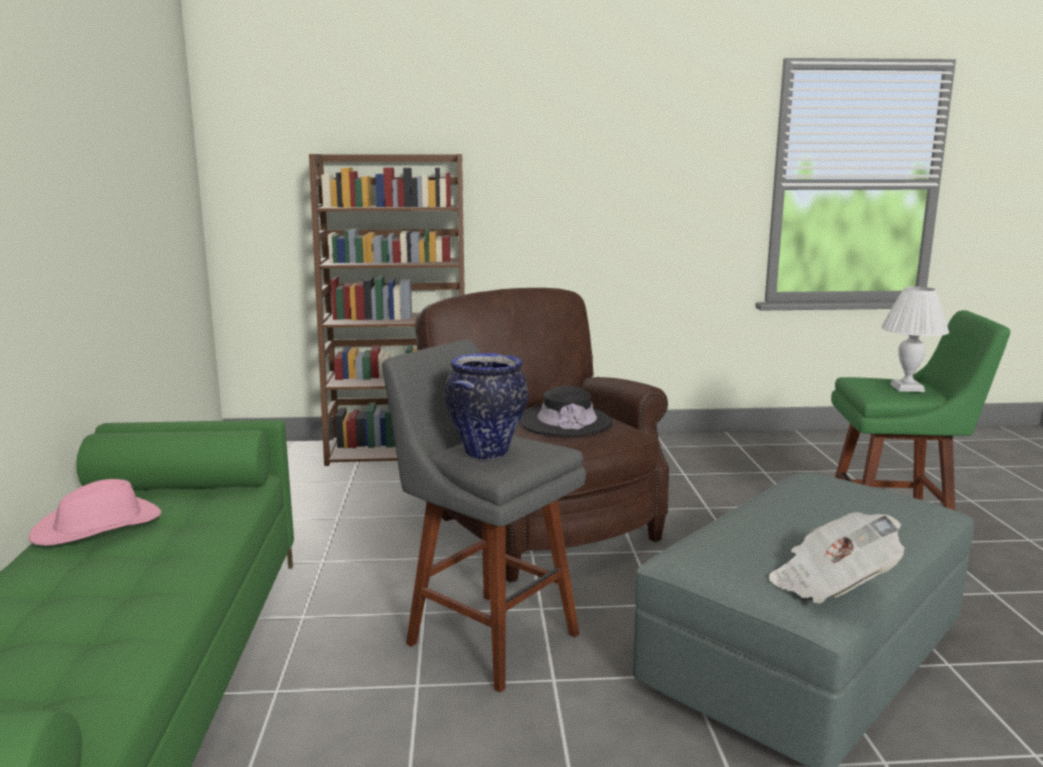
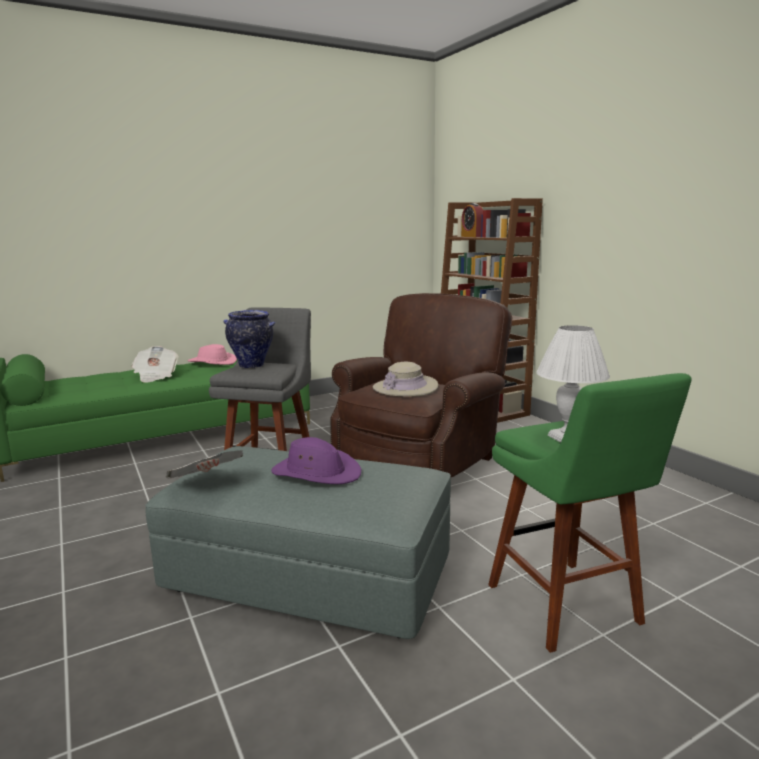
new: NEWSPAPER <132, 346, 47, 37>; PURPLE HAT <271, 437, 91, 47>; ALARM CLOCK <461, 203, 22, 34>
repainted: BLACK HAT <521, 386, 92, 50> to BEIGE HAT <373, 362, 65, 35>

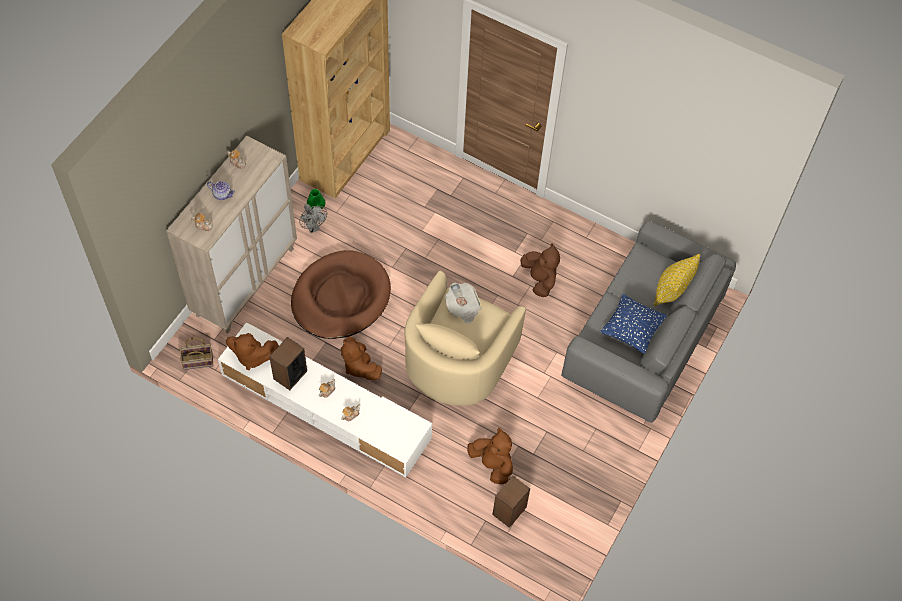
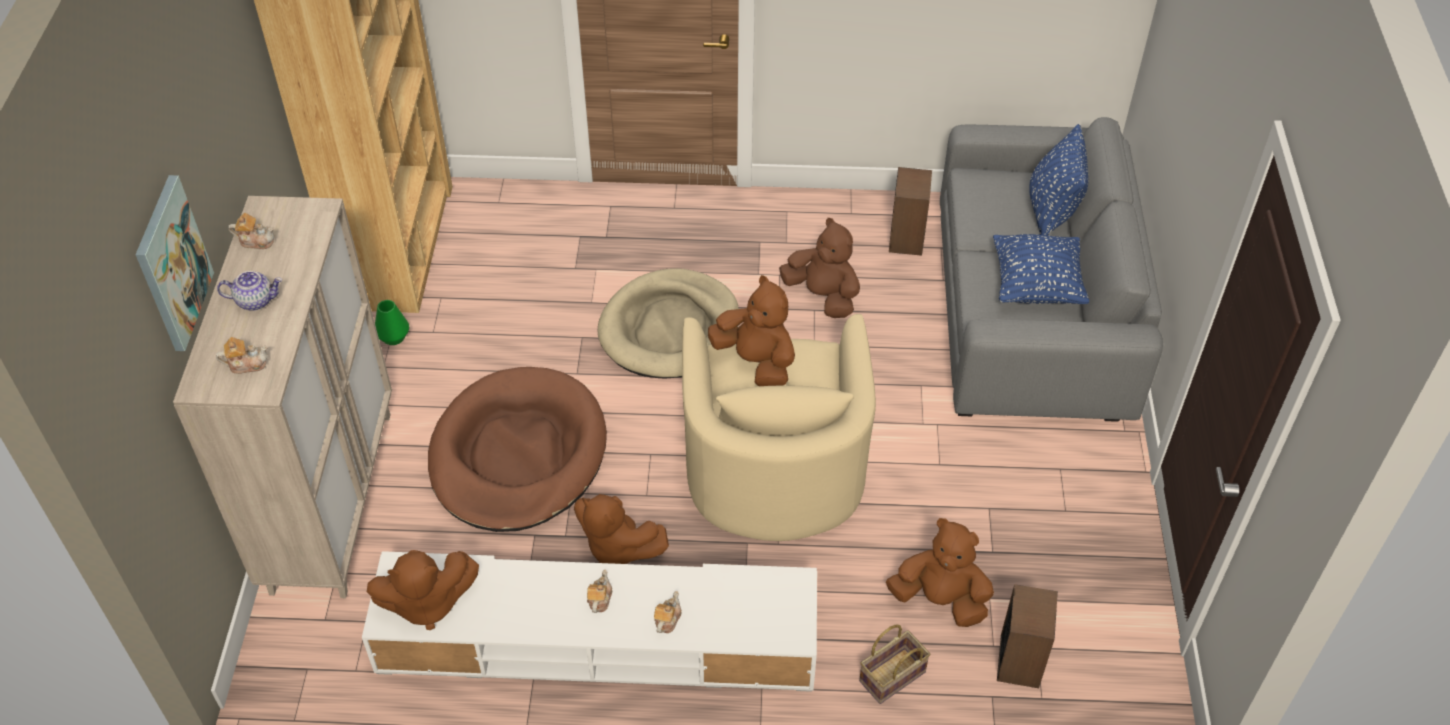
gone: GREY FAN <299, 204, 28, 29>
new: PICTURE <135, 175, 79, 176>; BEIGE DOG BED <597, 269, 142, 109>
shifted: BASKET <180, 337, 33, 33> to <859, 625, 71, 79>; SPEAKER <269, 337, 38, 53> to <889, 167, 43, 89>
swapped: NEWSPAPER <445, 283, 37, 41> to BROWN PLUSH TOY <708, 275, 87, 111>
repainted: YELLOW PILLOW <653, 254, 47, 52> to BLUE PILLOW <1029, 124, 59, 112>

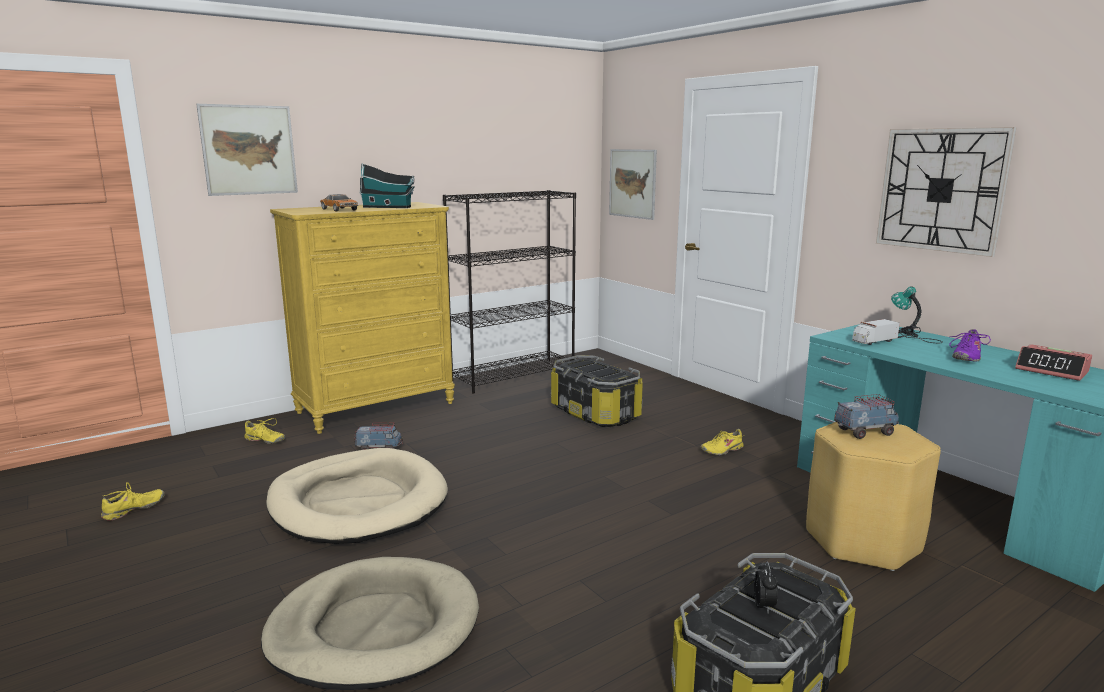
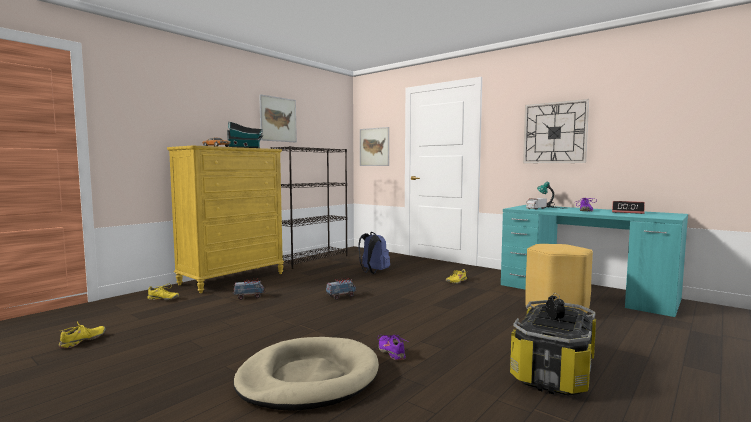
gone: BEIGE DOG BED <266, 448, 182, 96>
new: PURPLE SHOE <377, 335, 33, 25>
shifted: PICTURE <196, 104, 102, 92> to <259, 94, 38, 48>; TOY TRUCK <834, 394, 65, 45> to <326, 278, 30, 22>
swapped: STORAGE BOX <551, 355, 92, 72> to BLUE BACKPACK <358, 232, 32, 42>

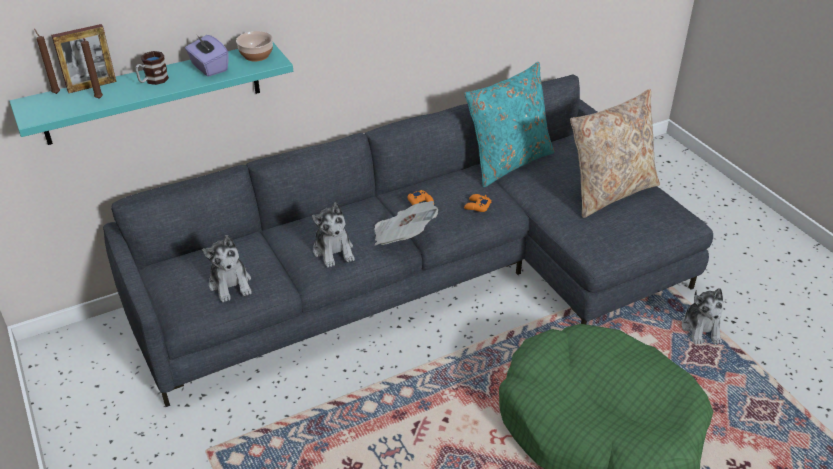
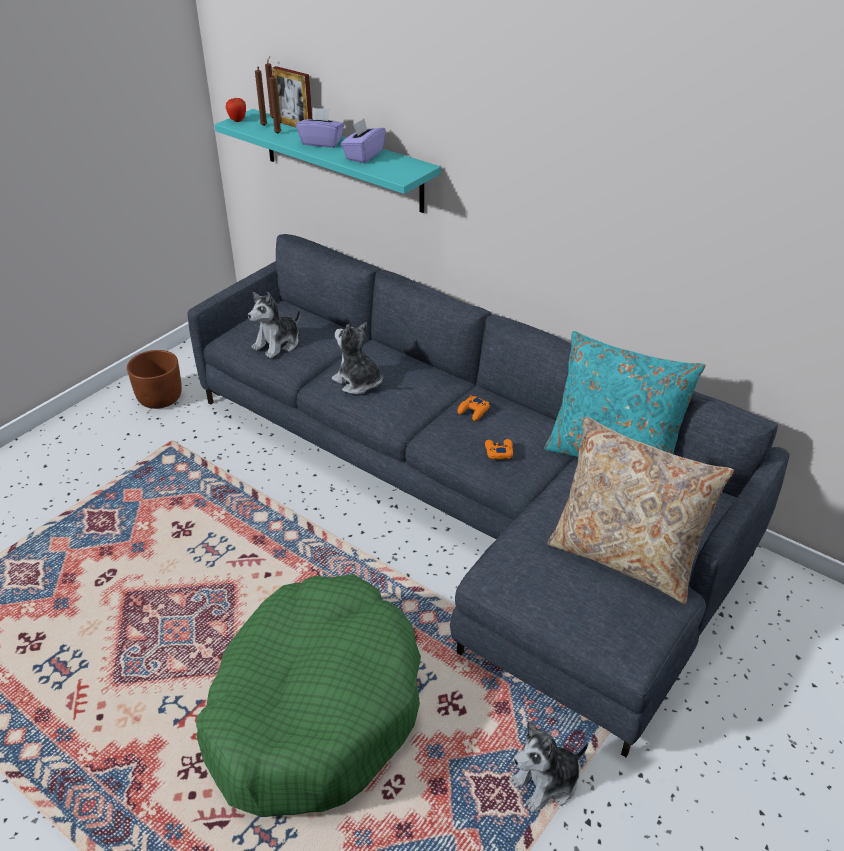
gone: BOWL <236, 31, 37, 30>; NEWSPAPER <375, 201, 63, 45>
new: BROWN PLANTER <127, 350, 55, 59>; APPLE <226, 98, 20, 24>; BROWN CANDLE <255, 66, 12, 60>
swapped: MUG <135, 51, 34, 34> to PURPLE TISSUE BOX <296, 107, 48, 41>
rotated: PLUSH TOY <312, 202, 43, 66> = <332, 322, 51, 73> 90 degrees clockwise

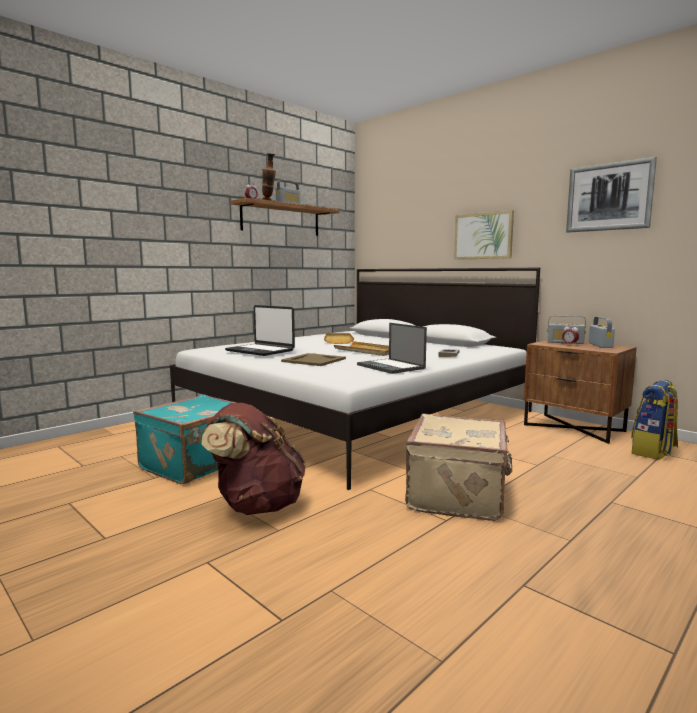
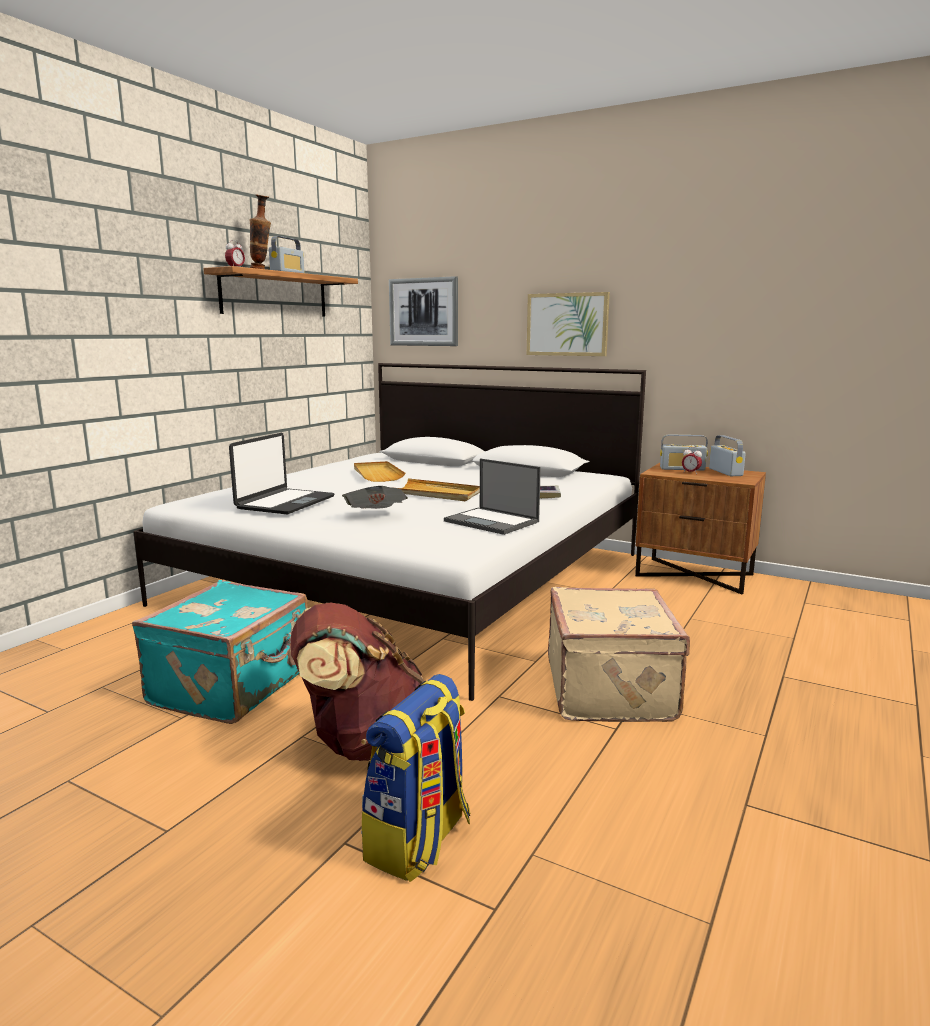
shifted: PICTURE <566, 157, 91, 76> to <389, 276, 69, 70>; BACKPACK <631, 380, 47, 80> to <361, 674, 109, 208>
swapped: BEIGE TRAY <281, 353, 65, 13> to NEWSPAPER <342, 486, 66, 23>
rotated: LAPTOP <225, 305, 70, 51> = <229, 433, 106, 82> 90 degrees counterclockwise

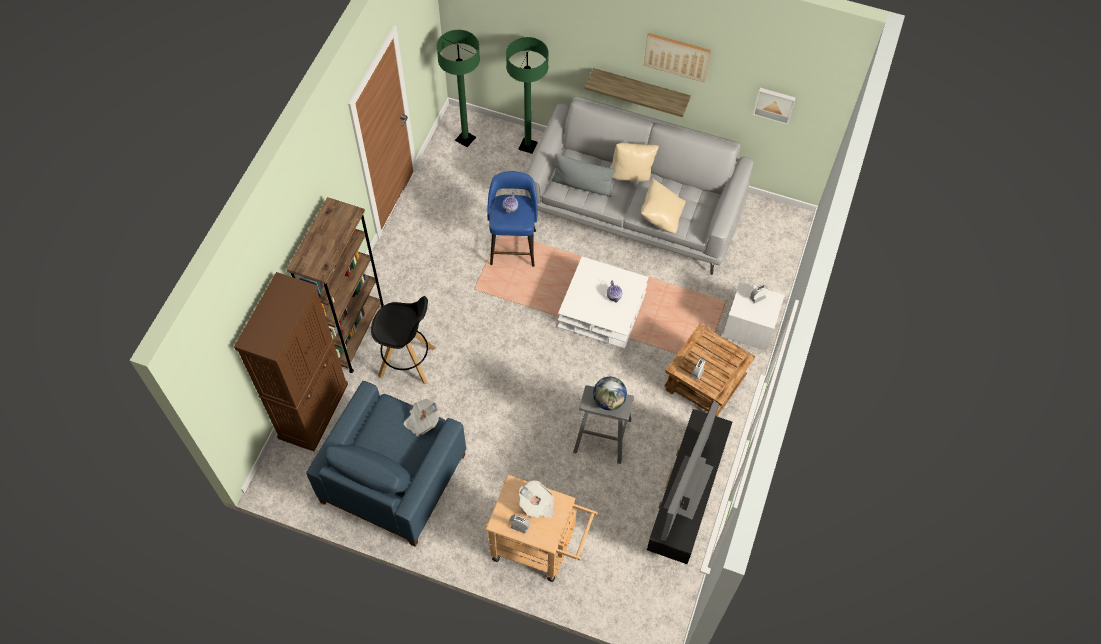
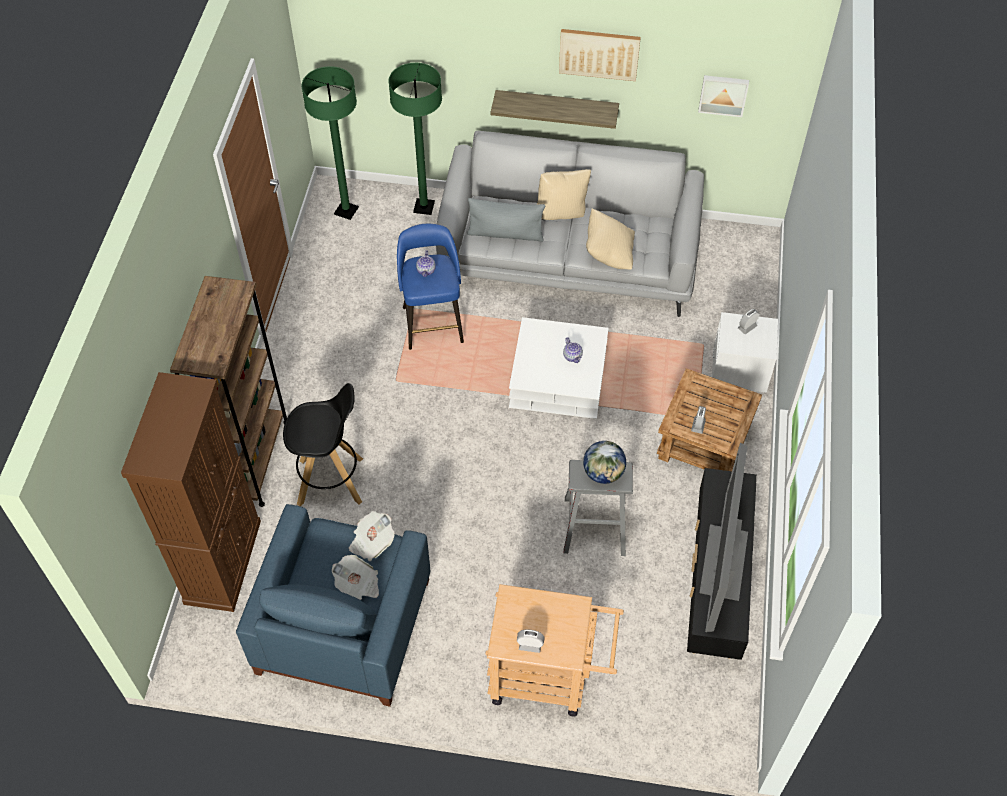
shifted: NEWSPAPER <519, 481, 36, 38> to <332, 555, 47, 45>

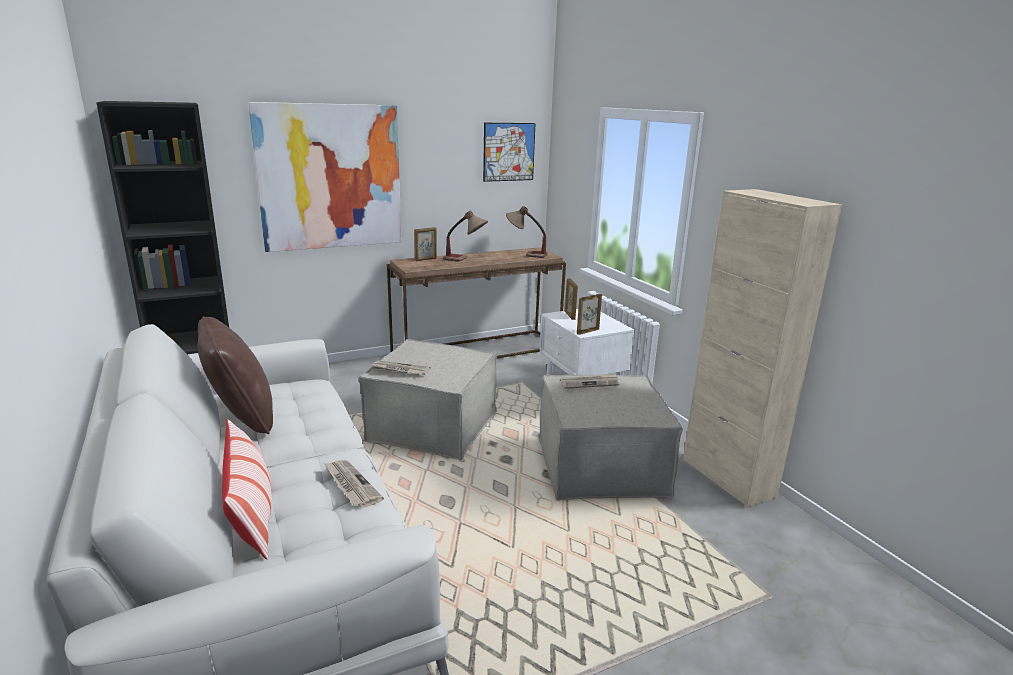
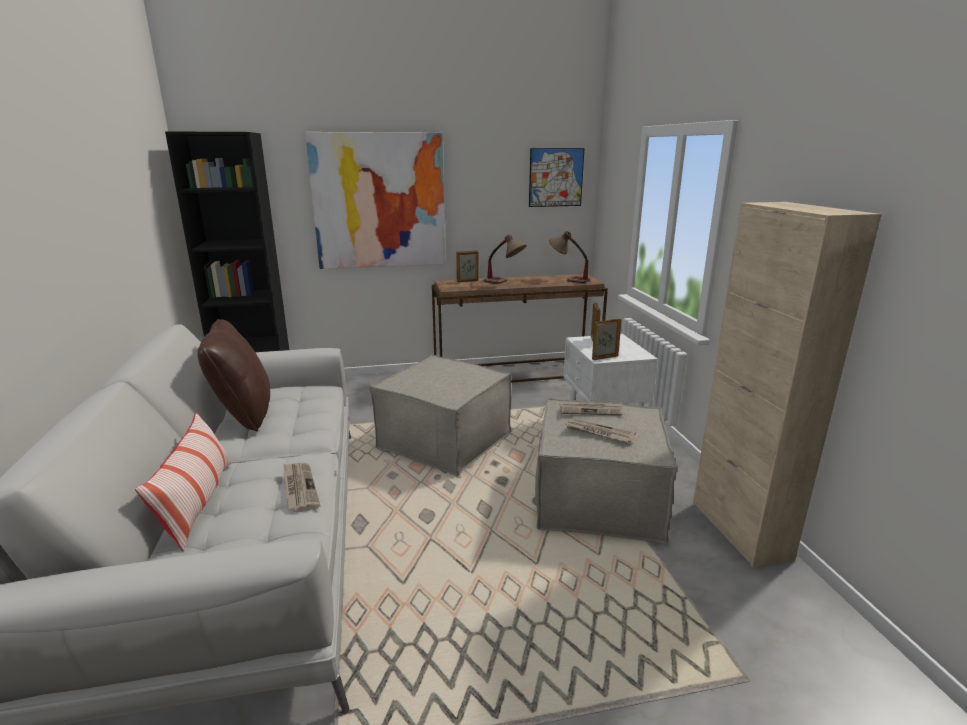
shifted: NEWSPAPER <370, 360, 61, 15> to <566, 419, 70, 24>

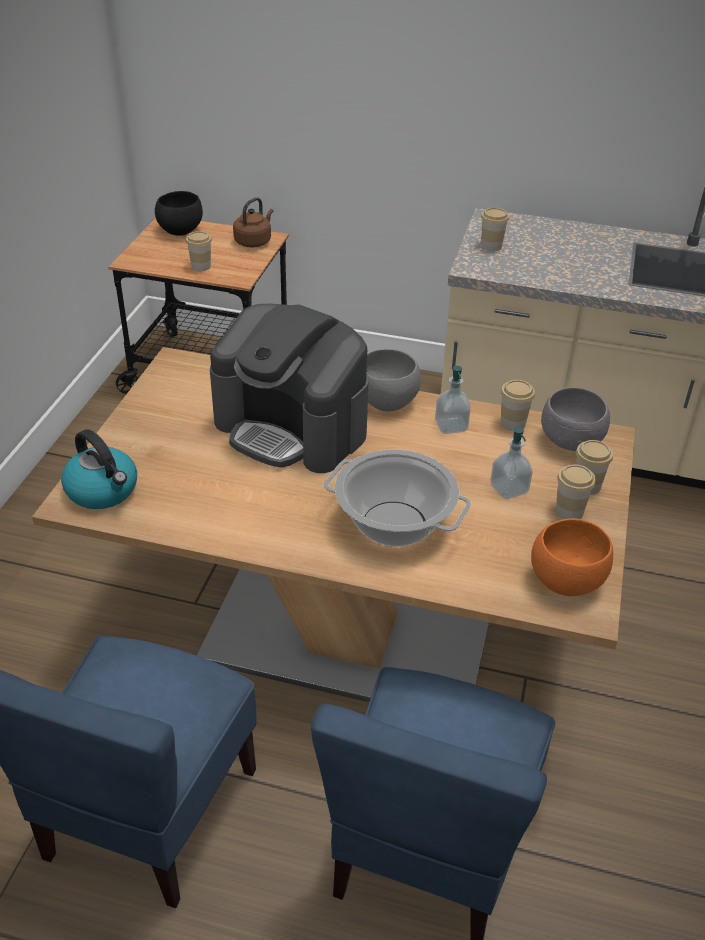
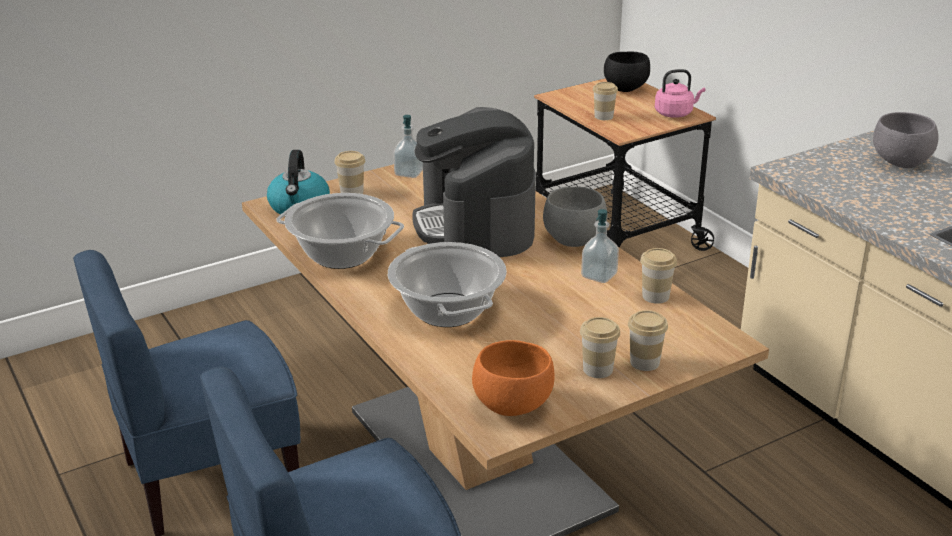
new: COOKING POT <276, 193, 128, 76>
shifted: CUP <481, 208, 28, 43> to <334, 151, 31, 43>; SOAP DISPENSER <490, 427, 43, 73> to <393, 115, 30, 63>; GREY BOWL <541, 387, 69, 64> to <873, 112, 66, 56>
repainted: BROWN KETTLE <233, 197, 40, 50> to PINK KETTLE <655, 69, 50, 49>

